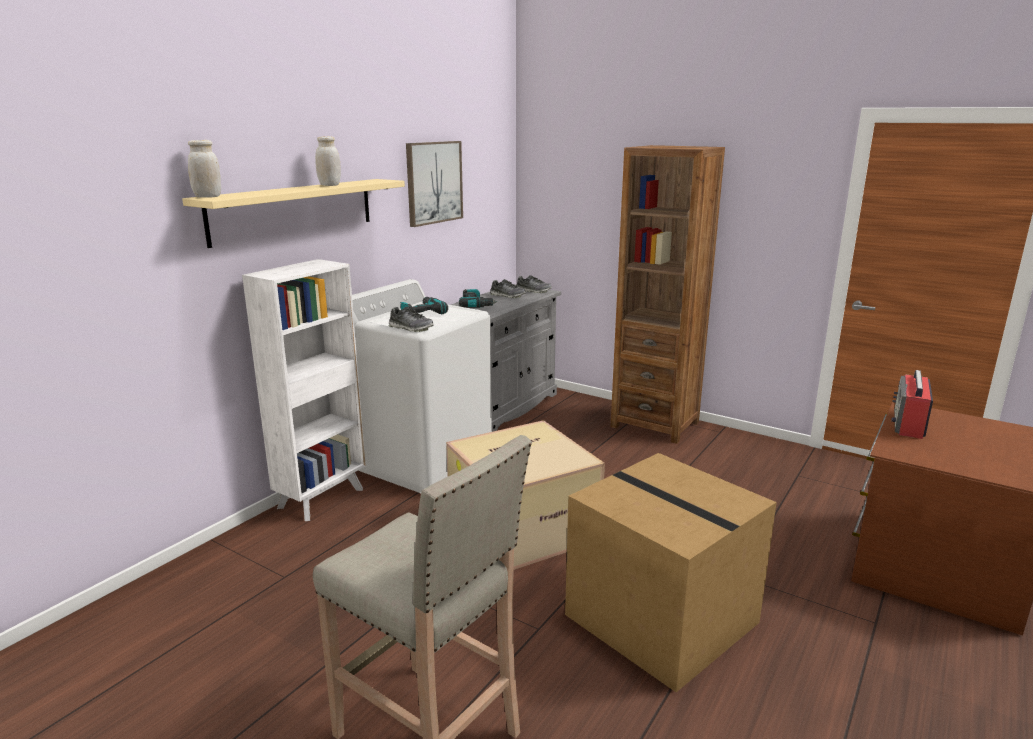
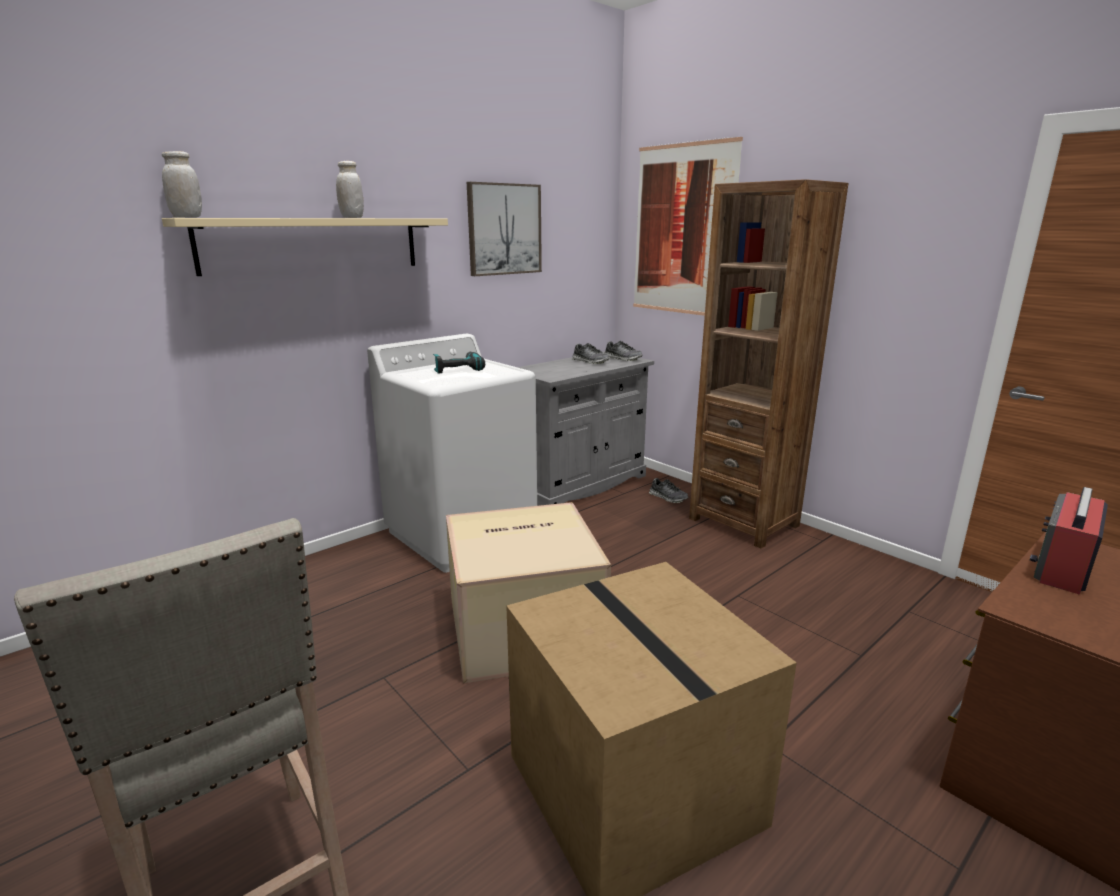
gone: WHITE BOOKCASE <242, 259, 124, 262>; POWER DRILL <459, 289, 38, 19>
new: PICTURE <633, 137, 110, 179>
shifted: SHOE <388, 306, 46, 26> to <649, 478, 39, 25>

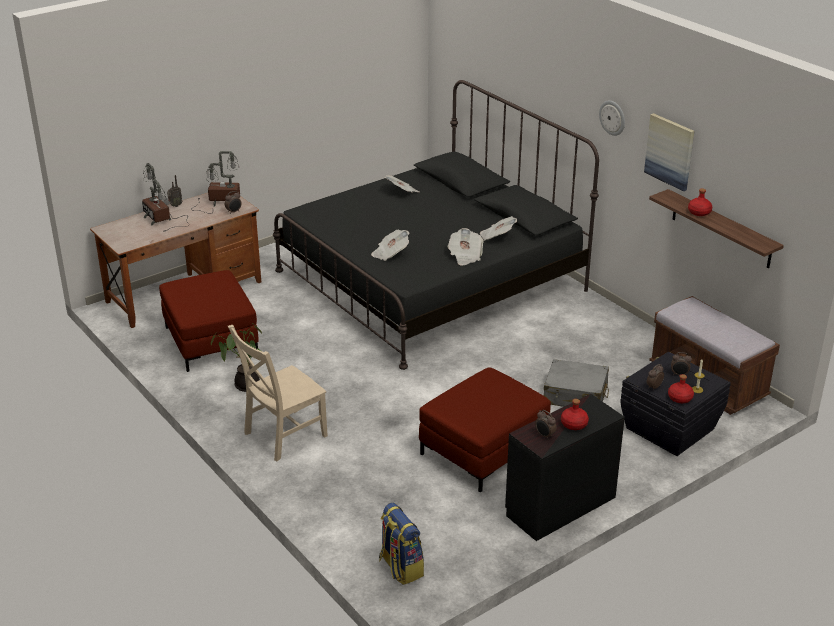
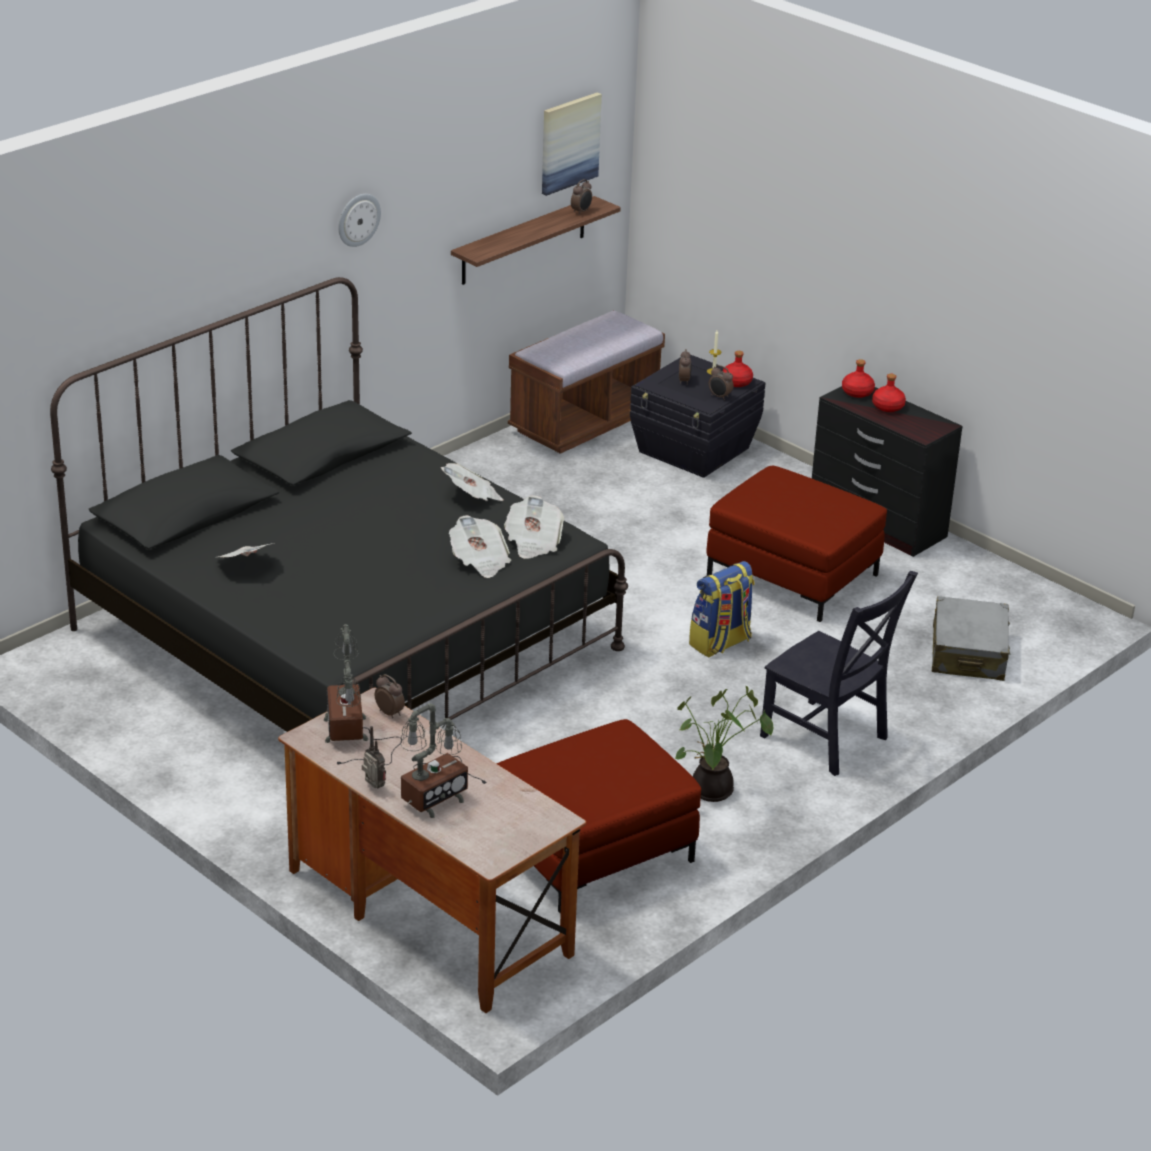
shifted: BACKPACK <379, 503, 45, 82> to <689, 561, 65, 97>; NEWSPAPER <480, 216, 37, 25> to <504, 496, 61, 63>; ALARM CLOCK <535, 410, 21, 30> to <571, 179, 21, 36>; GREY SUITCASE <544, 359, 65, 48> to <932, 596, 79, 85>; PICTURE <644, 113, 50, 78> to <542, 92, 60, 104>; RED BOTTLE <688, 188, 24, 28> to <842, 359, 33, 39>
repainted: BEIGE CHAIR <228, 325, 100, 136> to BLACK CHAIR <760, 571, 158, 205>

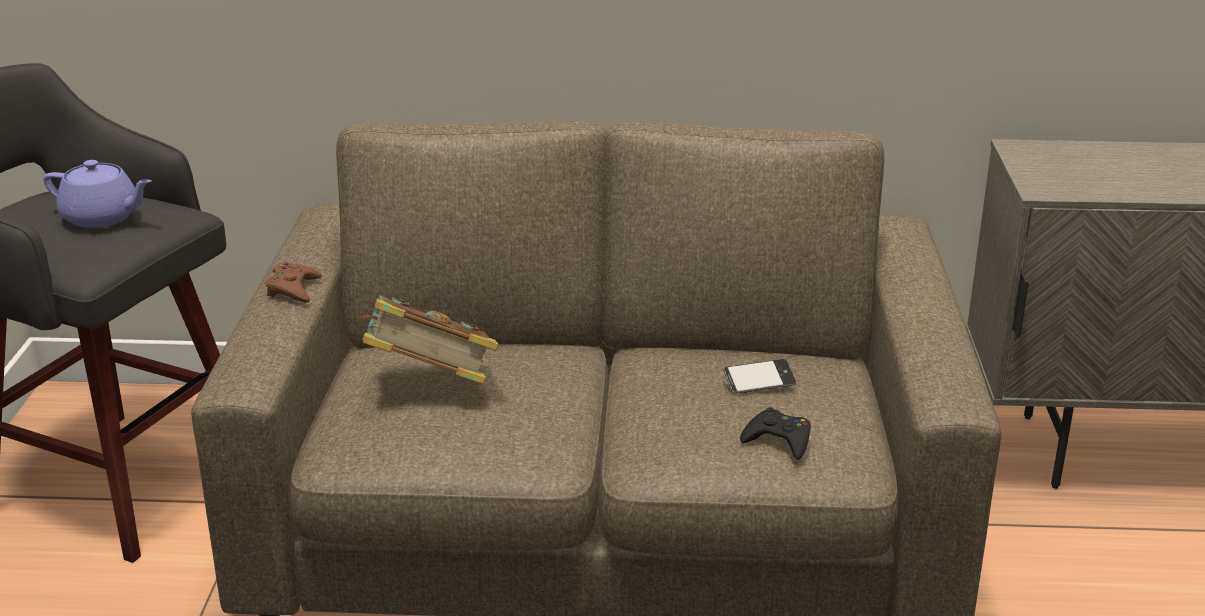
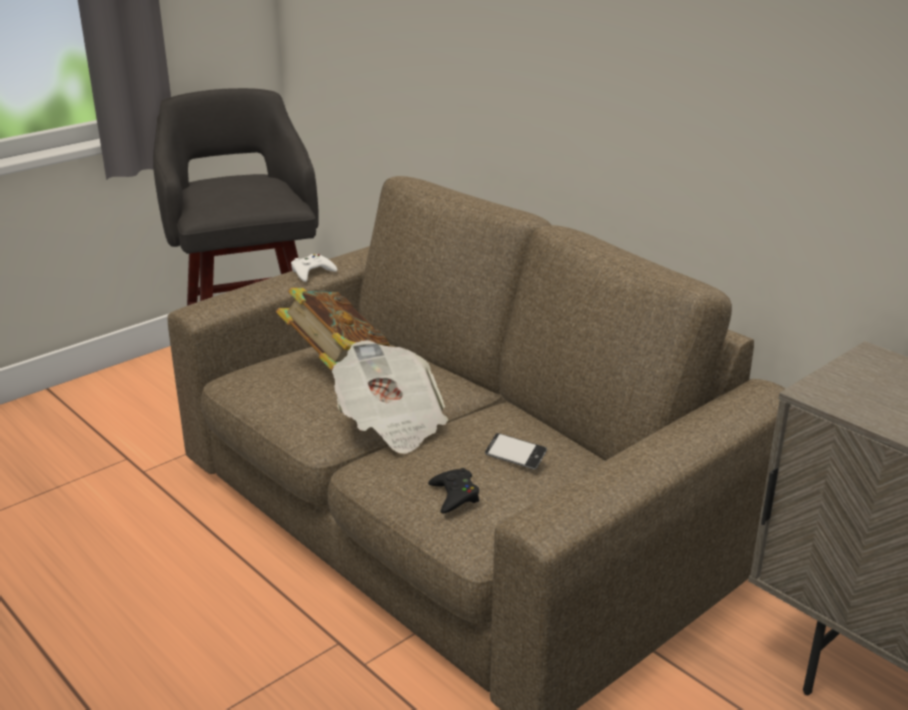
gone: PURPLE TEAPOT <43, 160, 109, 68>
new: NEWSPAPER <332, 340, 116, 114>
repainted: BROWN GAME CONTROLLER <266, 263, 56, 39> to WHITE GAME CONTROLLER <291, 254, 46, 28>

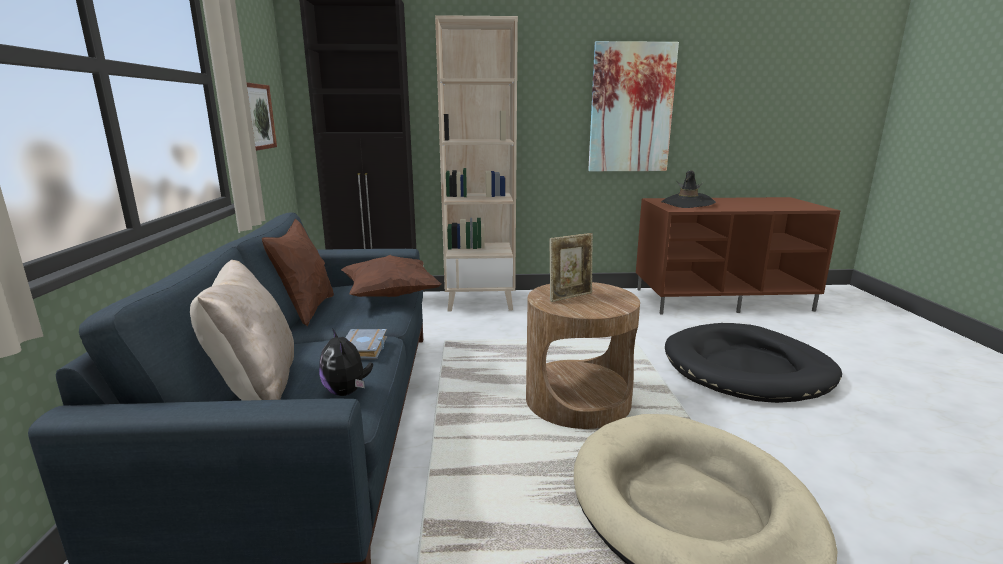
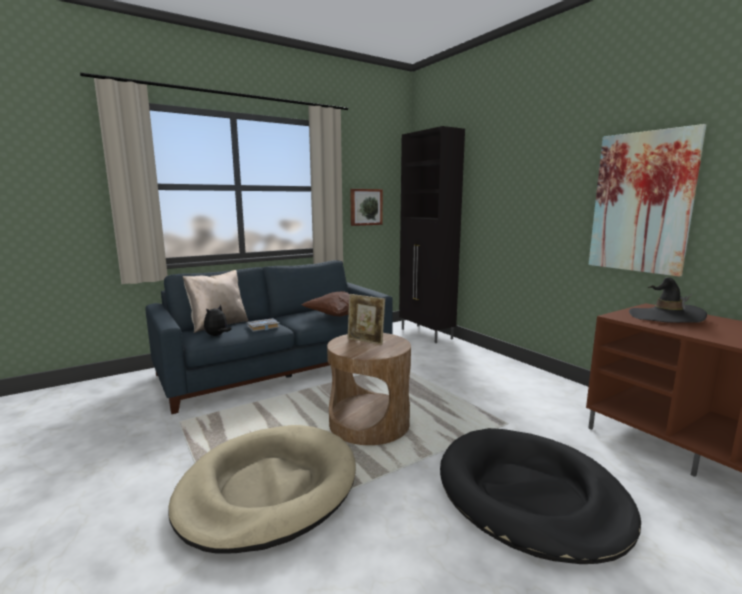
gone: BROWN PILLOW <262, 218, 72, 108>; BEIGE BOOKCASE <435, 15, 83, 297>

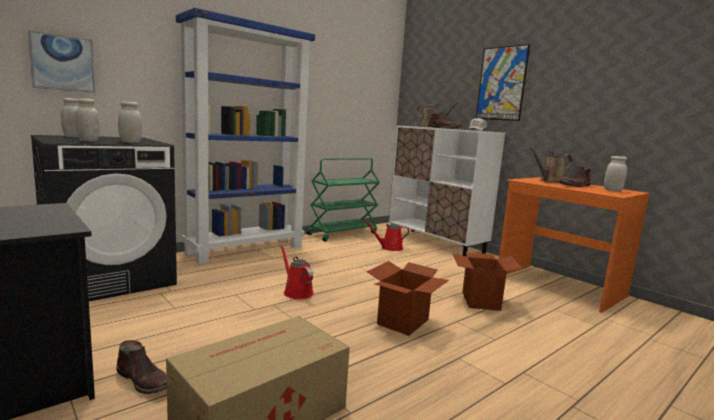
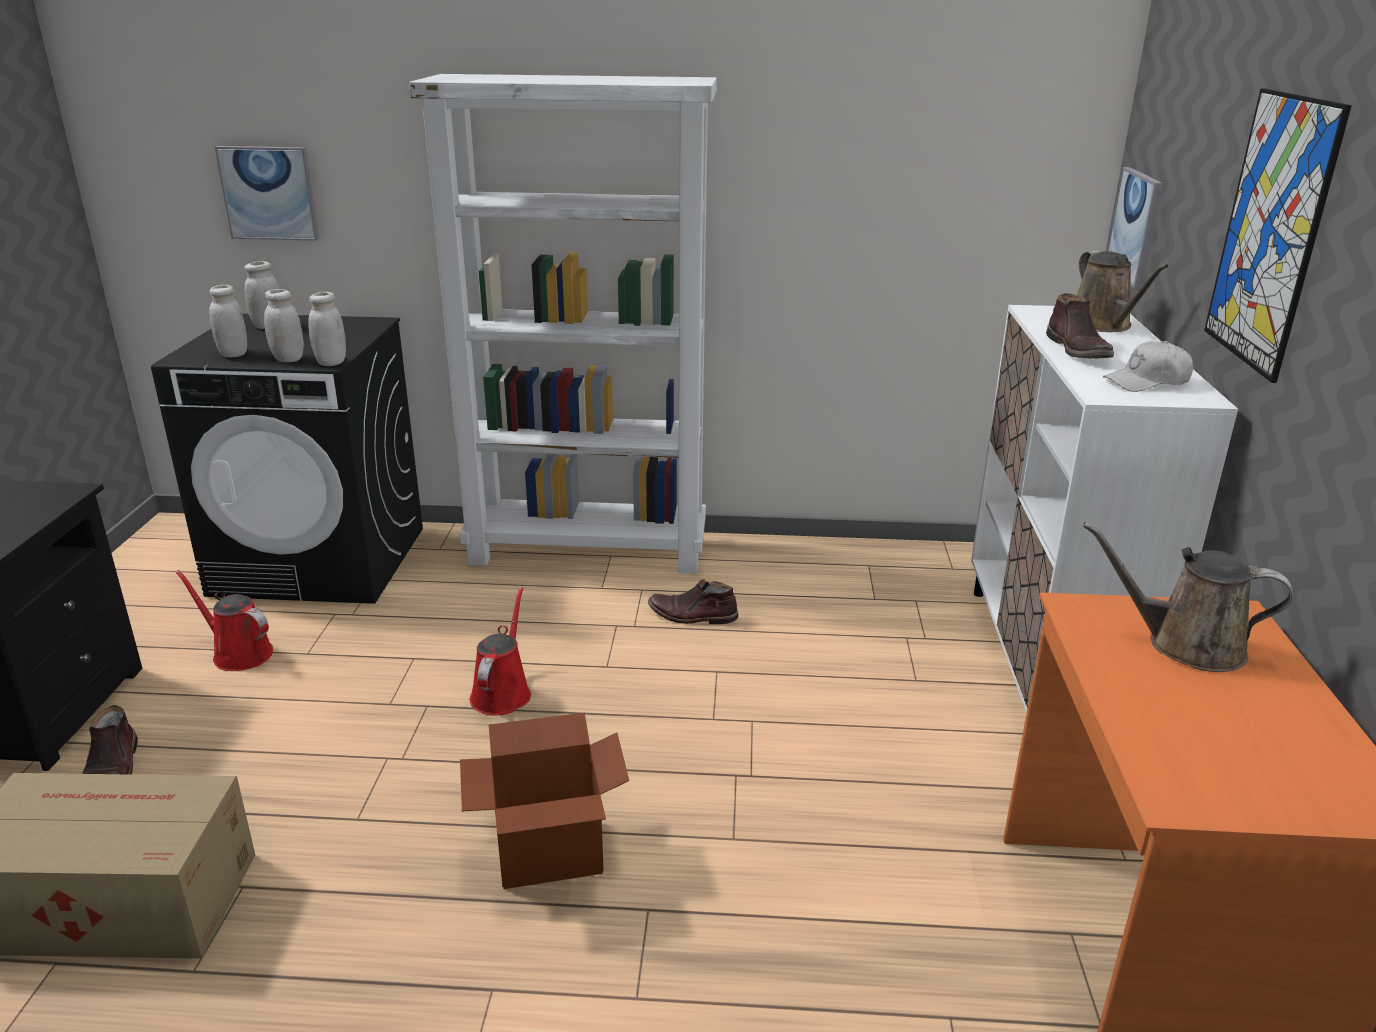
gone: GREEN CART <307, 158, 73, 84>; CARDBOARD BOX <453, 252, 70, 59>
new: PICTURE <1108, 167, 55, 122>
shifted: RED WATERING CAN <365, 221, 44, 30> to <175, 570, 98, 101>; BROWN BOOT <558, 166, 33, 21> to <648, 579, 91, 45>; WHITE JAR <604, 156, 23, 36> to <308, 292, 38, 74>
repainted: BLUE BOOKCASE <176, 8, 139, 256> to WHITE BOOKCASE <409, 74, 308, 500>

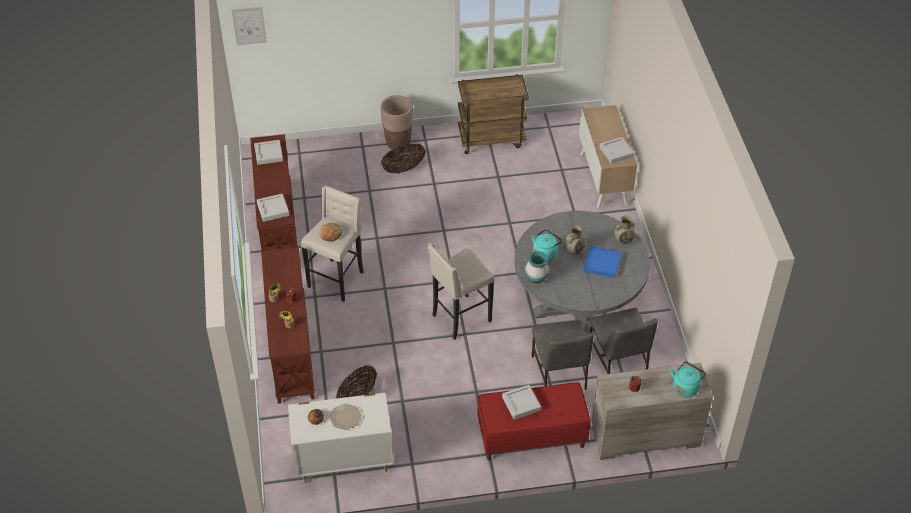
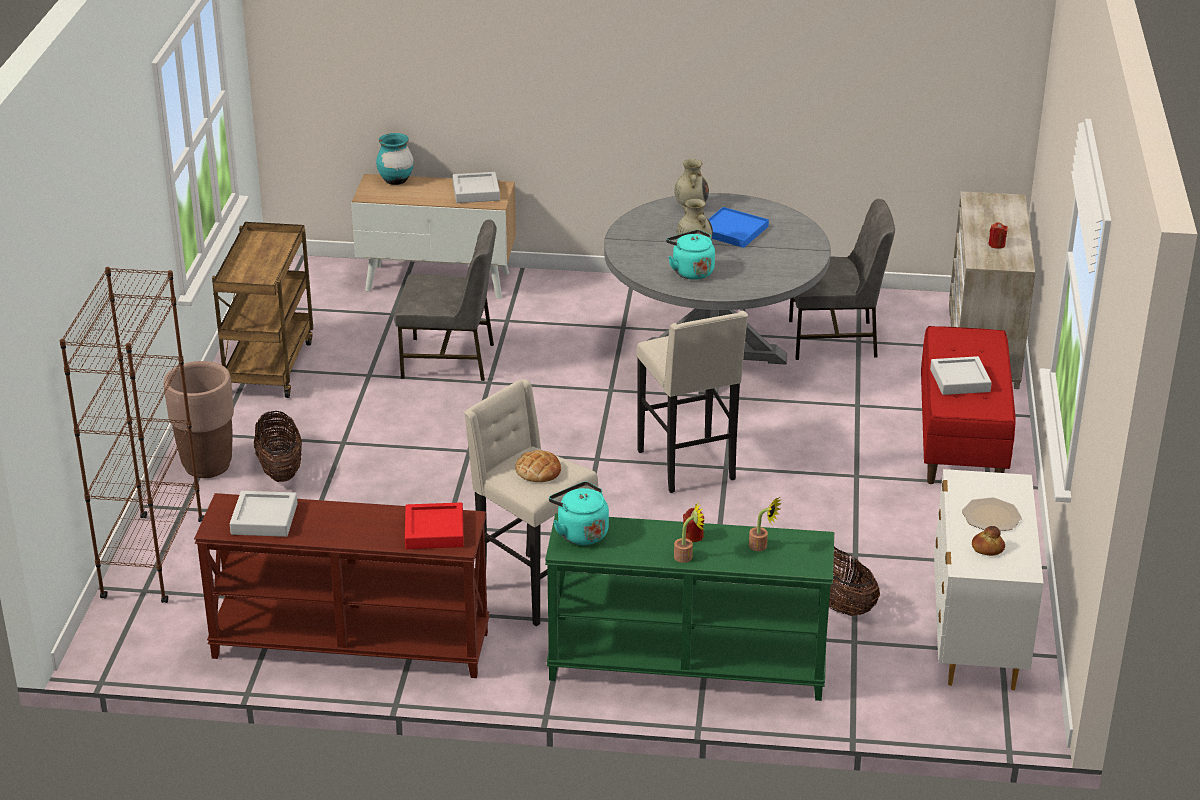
gone: PICTURE <232, 7, 35, 38>
new: BROWN BOOKCASE <60, 267, 145, 336>
shifted: TURQUOISE VASE <525, 251, 25, 32> to <376, 133, 38, 52>; GREY CHAIR <532, 320, 62, 70> to <394, 219, 103, 162>; TURQUOISE KETTLE <671, 361, 35, 36> to <549, 482, 60, 63>
repainted: GREY TRAY <257, 194, 32, 28> to RED TRAY <405, 503, 59, 46>; BROWN CONSOLE TABLE <261, 247, 54, 157> to GREEN CONSOLE TABLE <545, 513, 289, 188>

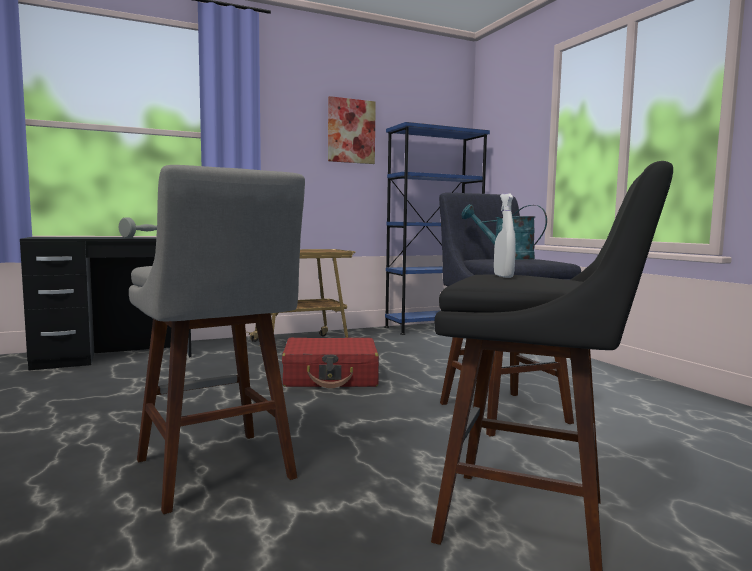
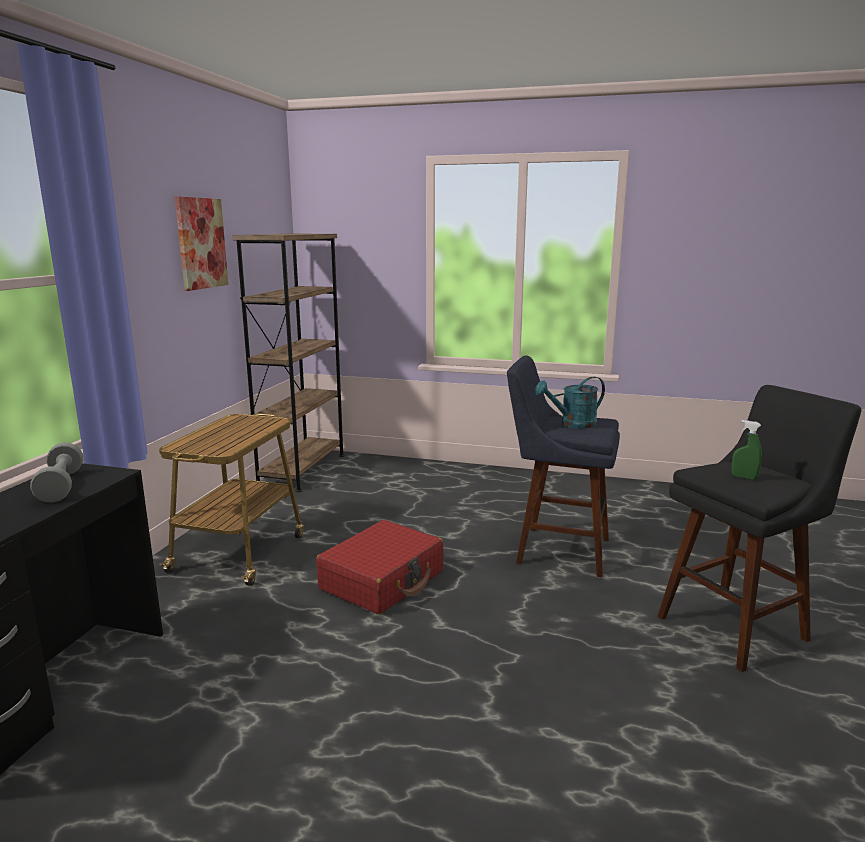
gone: GREY STOOL <129, 165, 176, 349>
repainted: BLUE BOOKCASE <384, 122, 106, 213> to BROWN BOOKCASE <233, 234, 112, 258>; WHITE SPRAY BOTTLE <494, 193, 22, 85> to GREEN SPRAY BOTTLE <732, 420, 30, 60>

